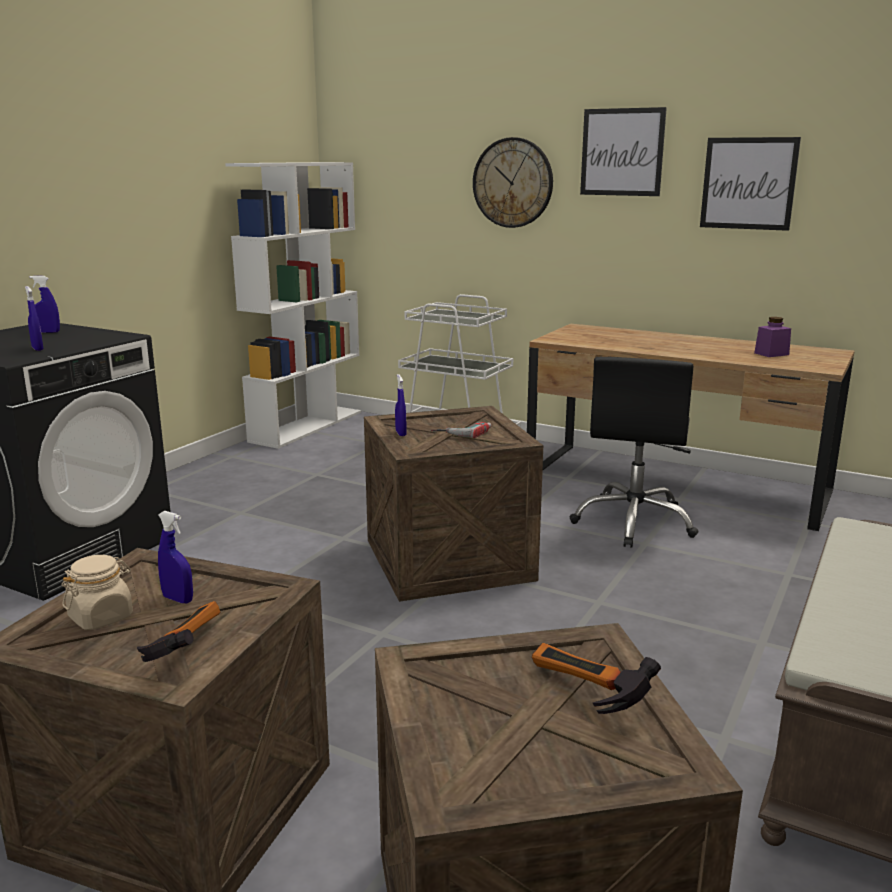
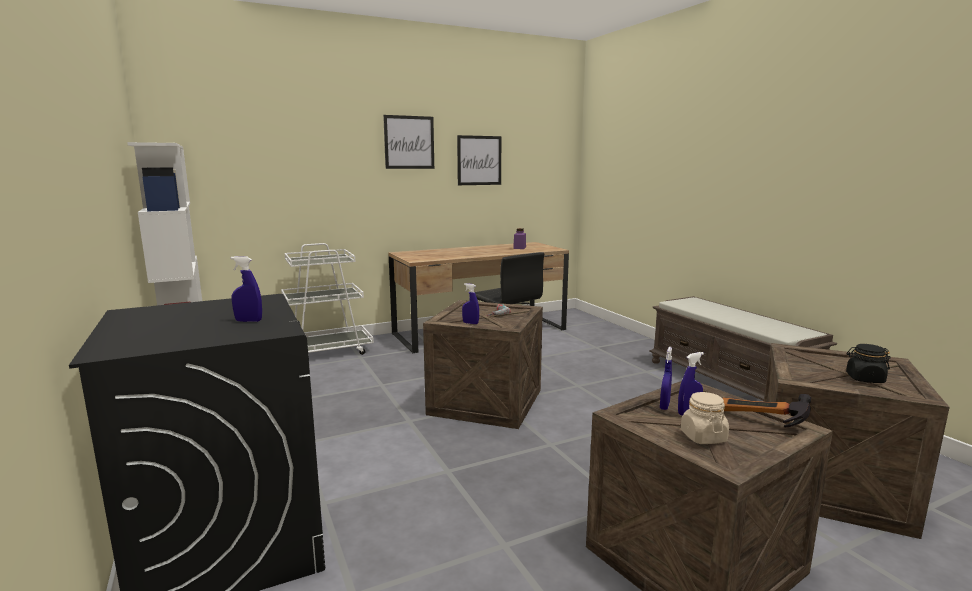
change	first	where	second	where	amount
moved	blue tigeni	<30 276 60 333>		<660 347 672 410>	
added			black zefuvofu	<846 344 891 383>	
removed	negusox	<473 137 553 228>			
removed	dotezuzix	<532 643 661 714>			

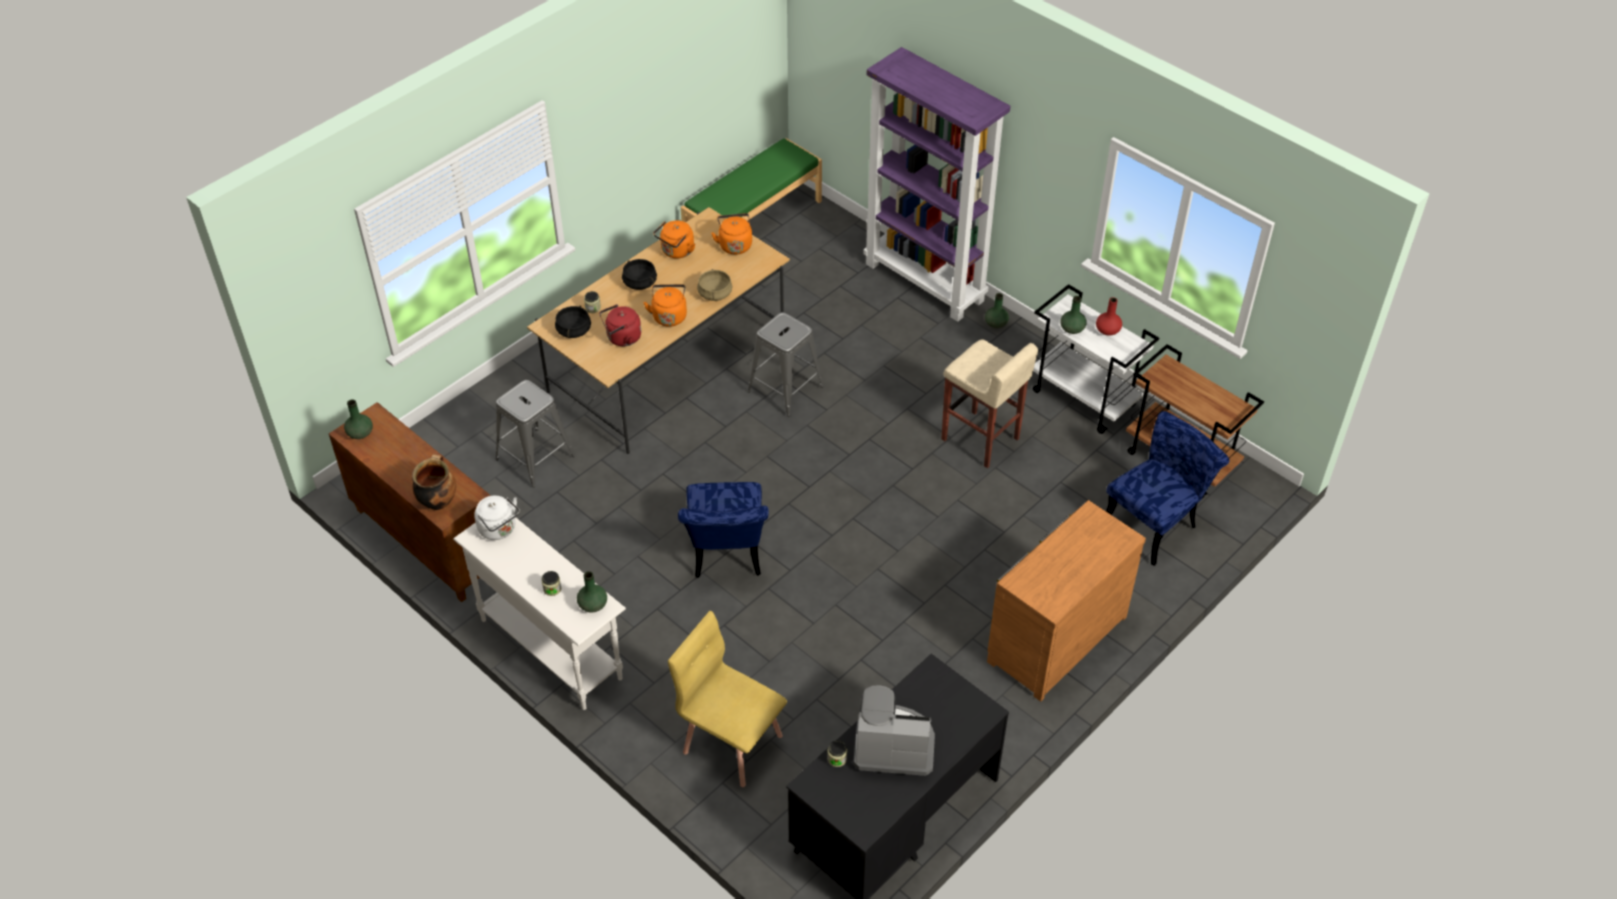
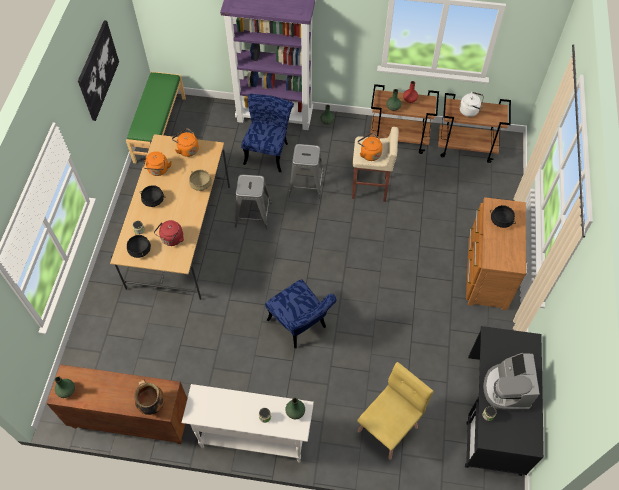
change	first	where	second	where	amount
added			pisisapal	<78 21 119 121>	
moved	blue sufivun	<1106 411 1230 566>		<241 94 294 172>	
moved	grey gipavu	<495 380 575 488>		<289 144 324 199>	
turned	yellow sufivun	<668 611 787 787>		<357 362 434 460>	135 degrees clockwise
moved	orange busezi	<643 284 687 327>		<358 133 382 161>	
recoloured	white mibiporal	<1033 284 1159 434>	brown mibiporal	<370 84 439 154>	
moved	white busezi	<474 496 520 540>		<459 92 484 117>	
turned	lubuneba	<853 685 935 776>		<483 353 540 410>	60 degrees counterclockwise
added			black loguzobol	<490 205 516 228>	

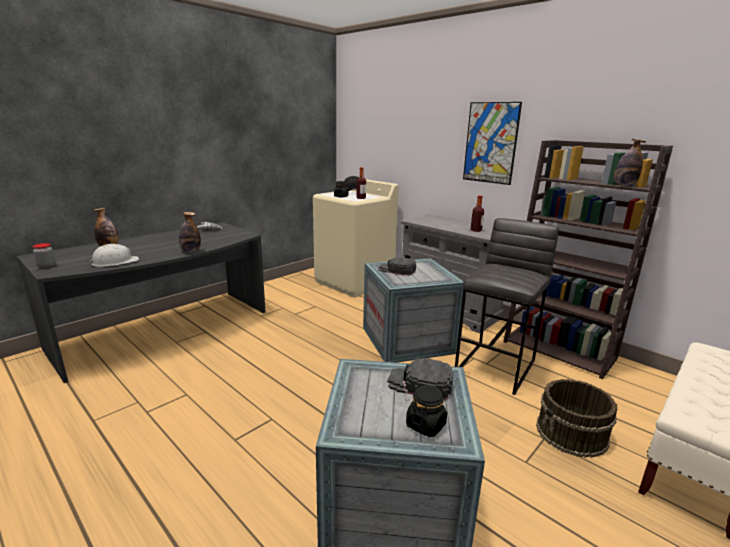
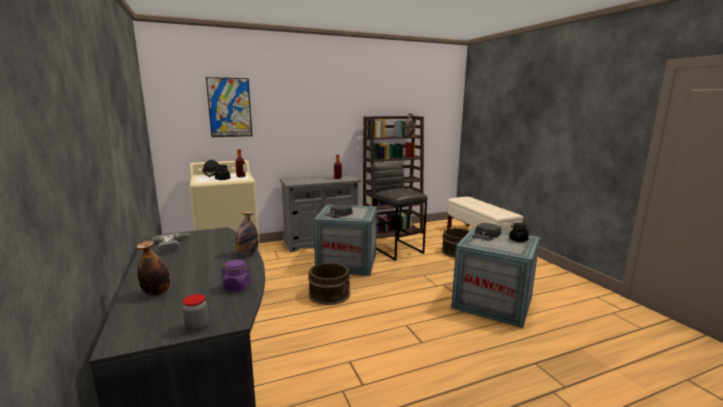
change	first	where	second	where	amount
moved	pisisapal	<463 102 522 185>		<206 77 252 137>	
replaced	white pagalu	<88 244 139 267>	purple zefuvofu	<222 259 251 291>	
added			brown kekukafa	<308 263 350 305>	

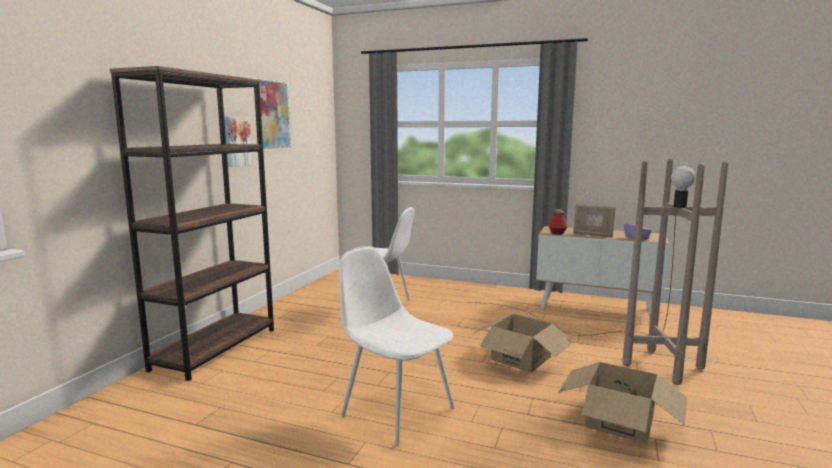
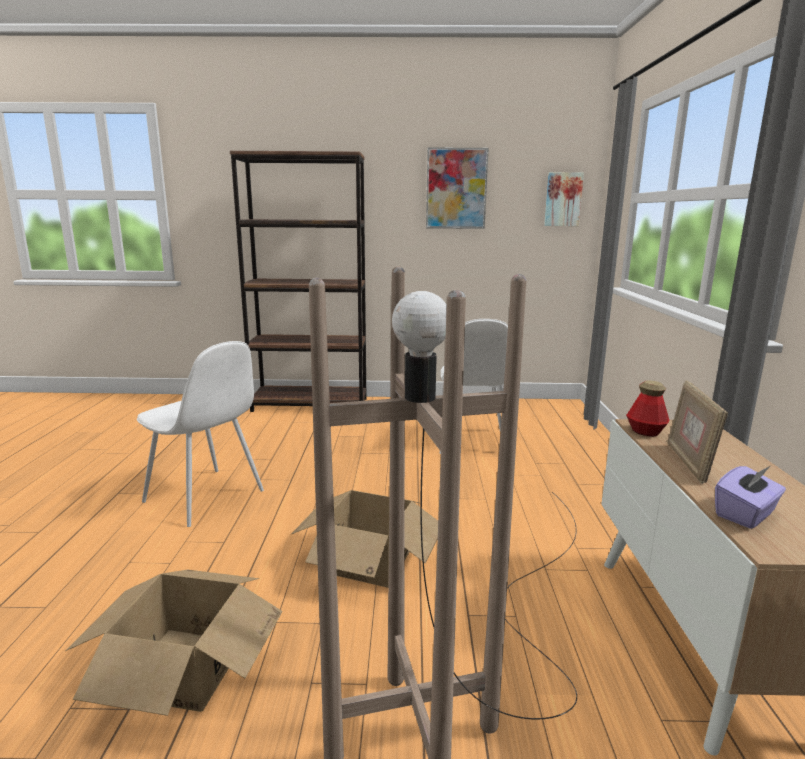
change	first	where	second	where	amount
turned	white sufivun	<339 246 454 447>		<137 341 264 527>	105 degrees clockwise
moved	pisisapal	<224 116 253 167>		<544 172 584 226>	

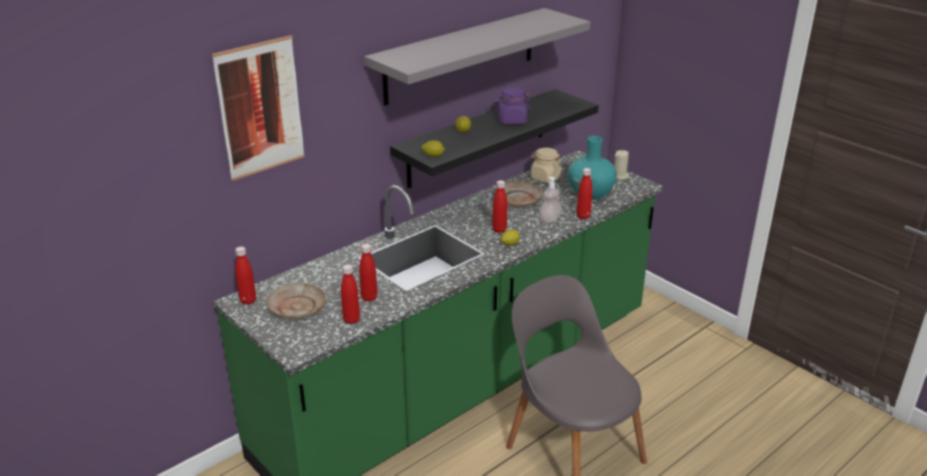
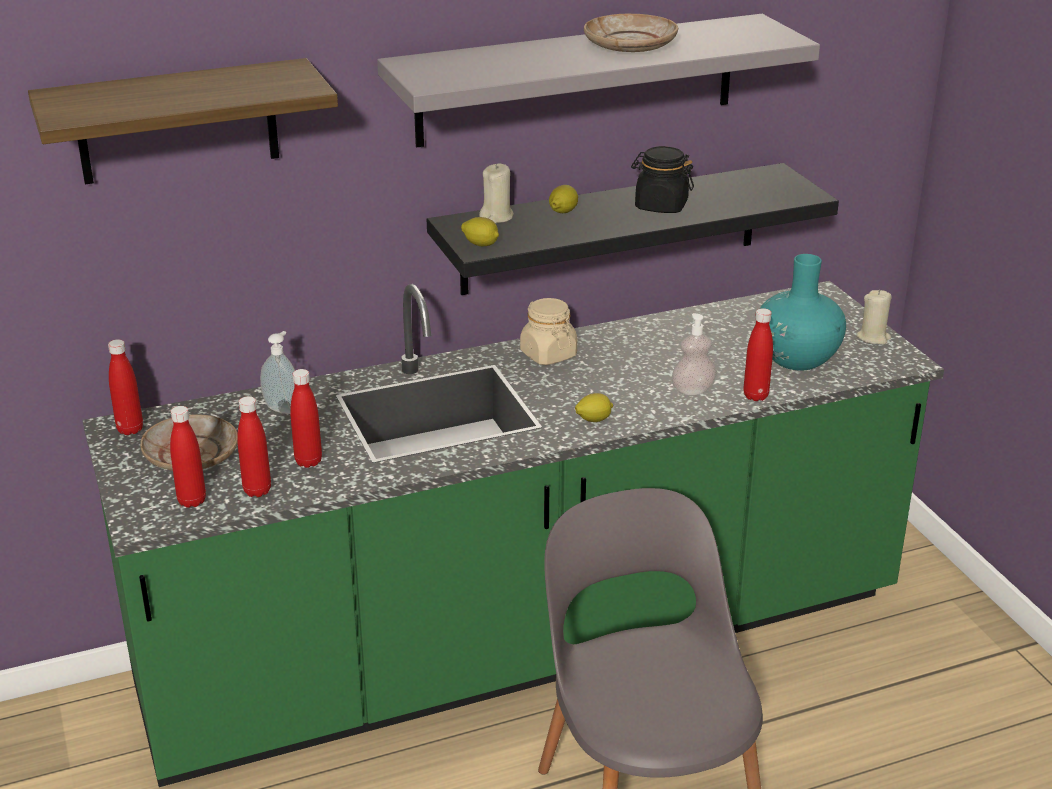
change	first	where	second	where	amount
replaced	pisisapal	<212 35 305 181>	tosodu	<28 58 338 184>	
moved	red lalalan	<492 180 507 233>		<170 406 206 508>	
added			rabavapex	<260 331 295 414>	
added			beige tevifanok	<479 163 514 223>	
moved	beige zefuvofu	<531 148 561 183>		<520 298 577 365>	
moved	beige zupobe	<495 181 543 207>		<584 14 678 52>	
recoloured	purple zefuvofu	<495 87 530 124>	black zefuvofu	<631 146 694 213>	

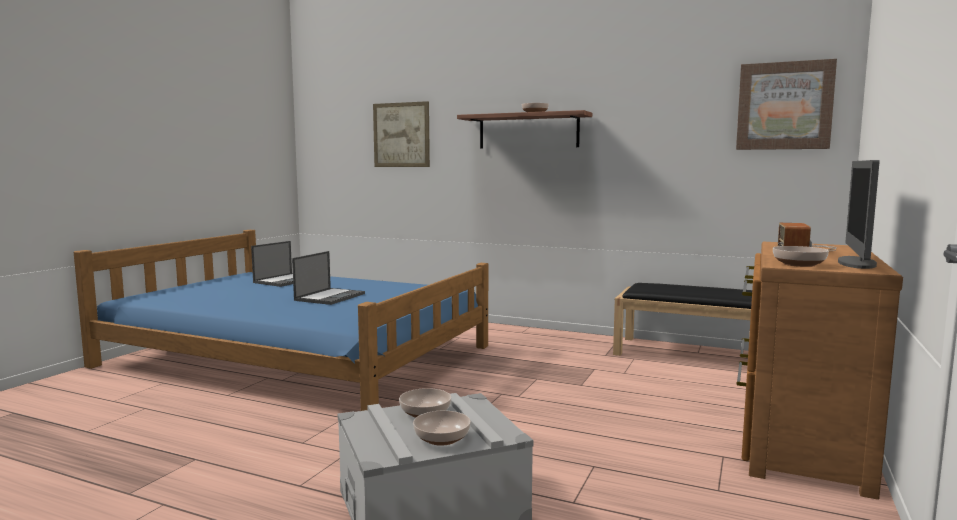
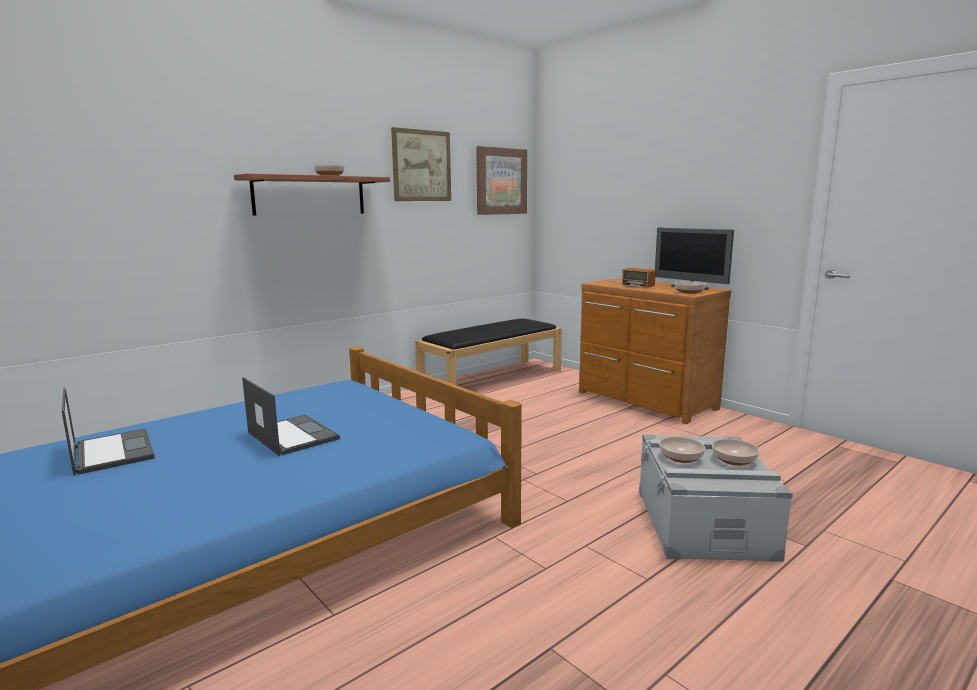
change	first	where	second	where	amount
moved	pisisapal	<373 101 430 167>		<391 127 451 201>	

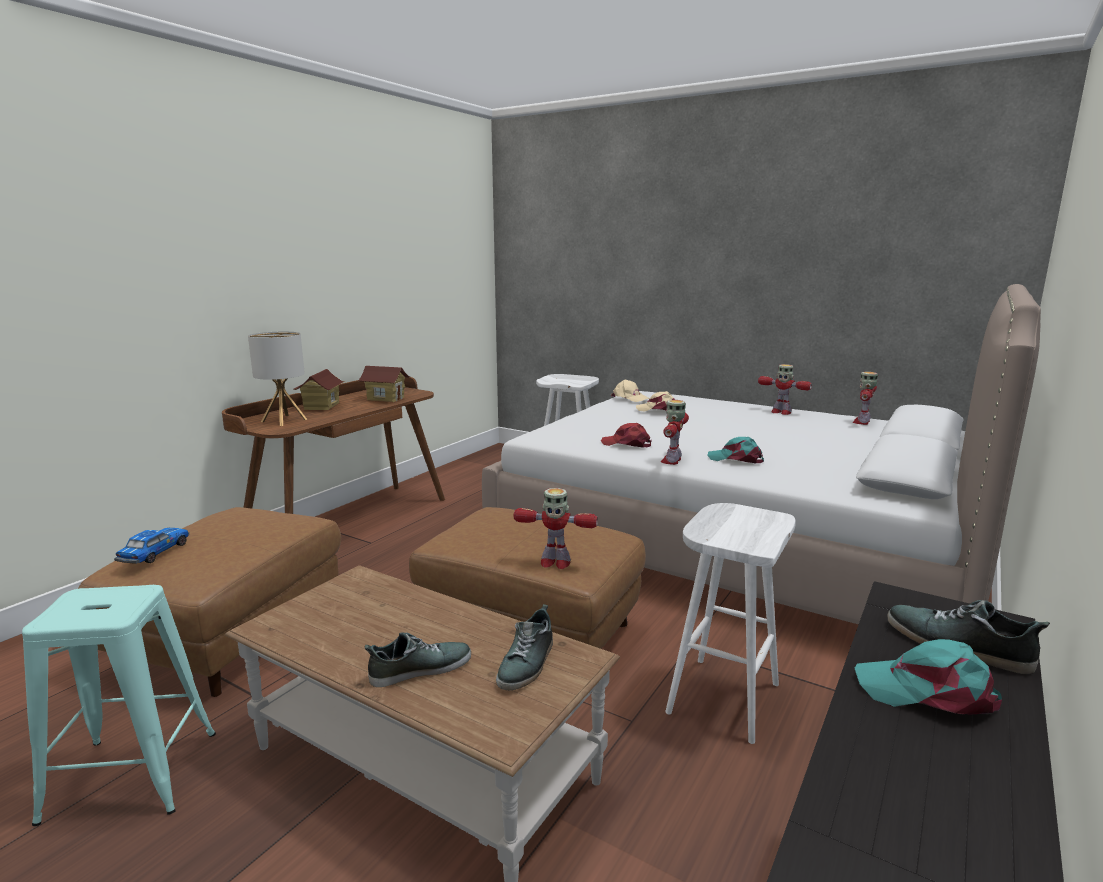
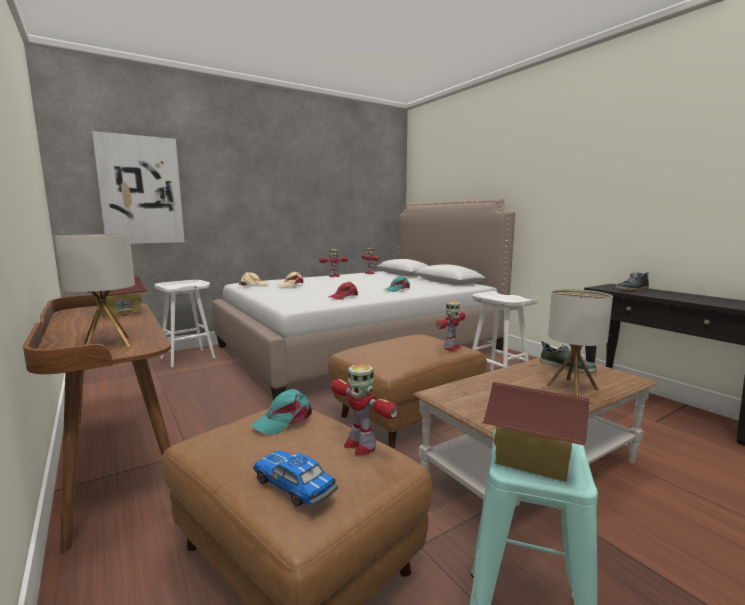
change	first	where	second	where	amount
added			pisisapal	<92 131 185 244>	
moved	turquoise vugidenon	<855 639 1002 715>		<251 389 312 435>	
moved	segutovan	<661 400 689 465>		<331 364 398 455>	
moved	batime	<294 369 345 410>		<482 382 589 482>	
replaced	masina	<365 632 471 687>	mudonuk	<546 289 613 397>	

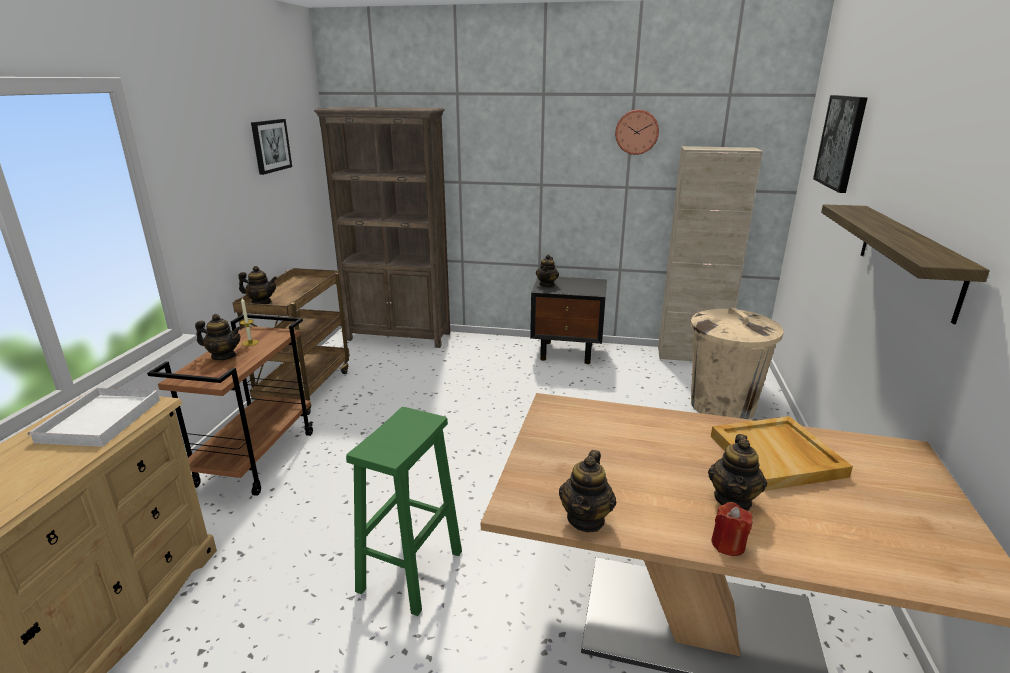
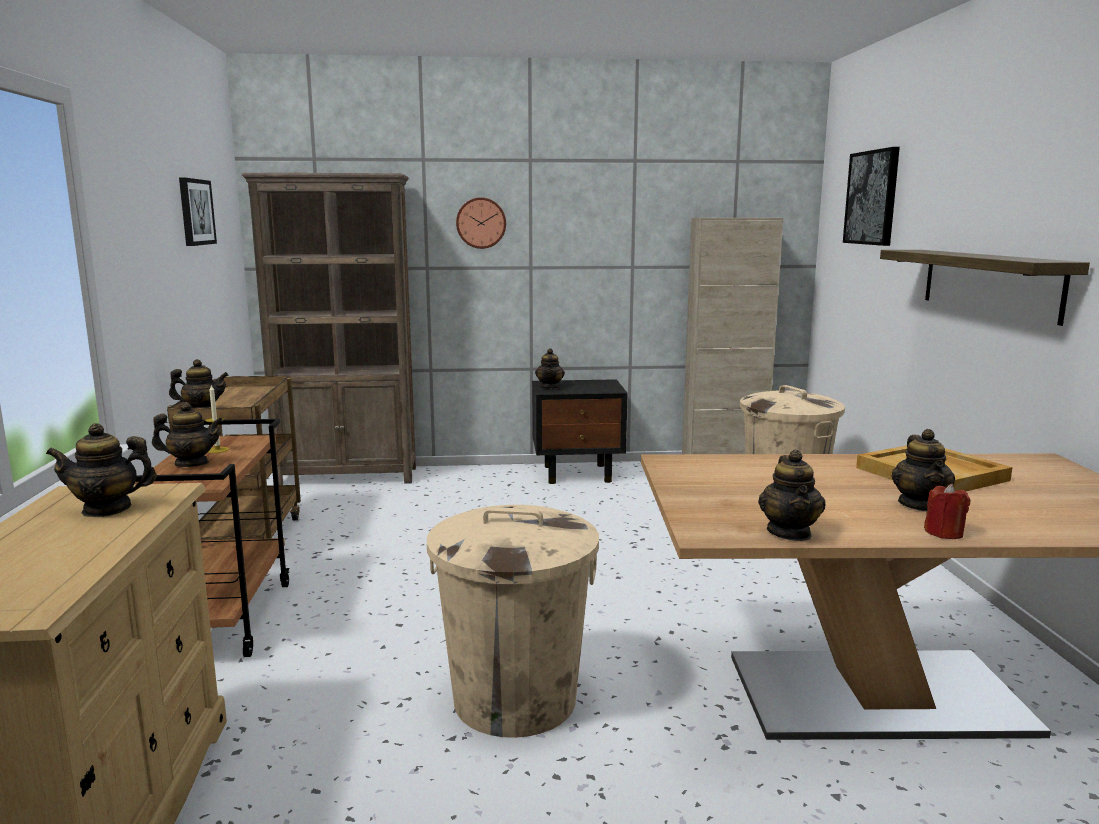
change	first	where	second	where	amount
replaced	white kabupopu	<28 388 160 447>	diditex	<46 423 157 517>	
replaced	green gipavu	<346 407 462 616>	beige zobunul	<427 505 599 738>	
moved	negusox	<615 110 659 155>		<456 197 506 249>	

